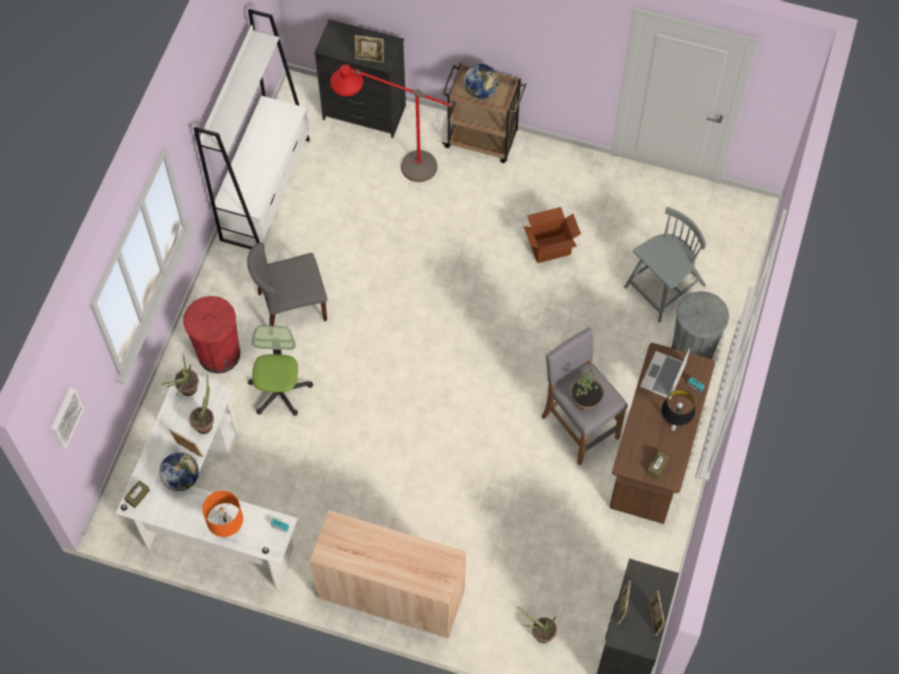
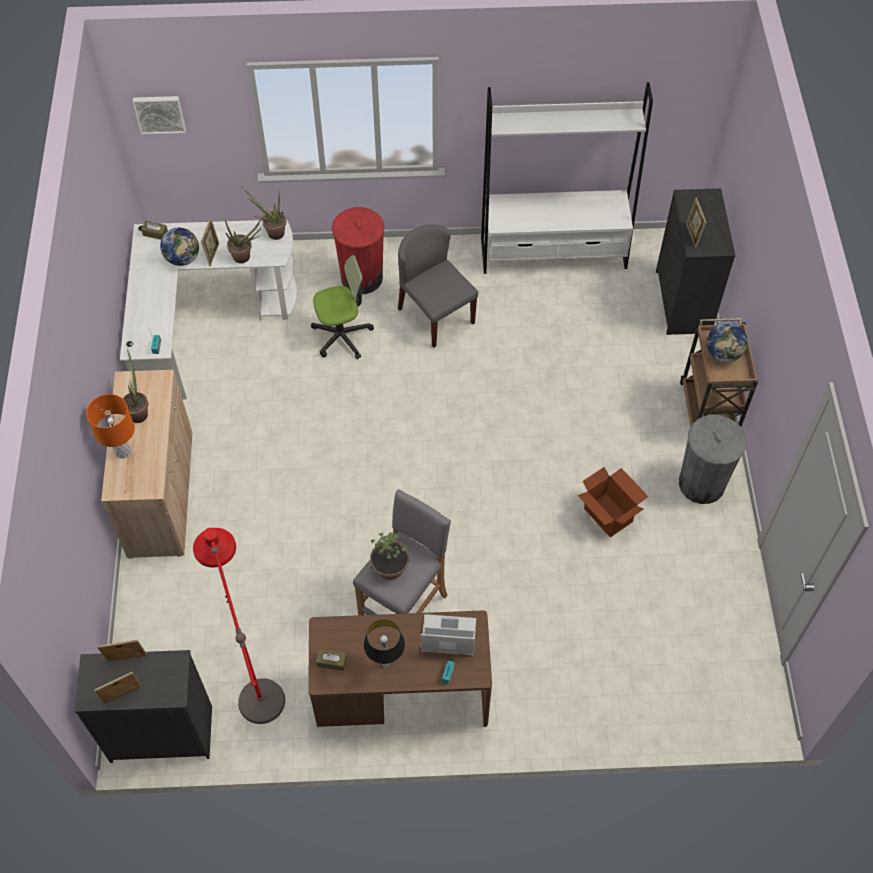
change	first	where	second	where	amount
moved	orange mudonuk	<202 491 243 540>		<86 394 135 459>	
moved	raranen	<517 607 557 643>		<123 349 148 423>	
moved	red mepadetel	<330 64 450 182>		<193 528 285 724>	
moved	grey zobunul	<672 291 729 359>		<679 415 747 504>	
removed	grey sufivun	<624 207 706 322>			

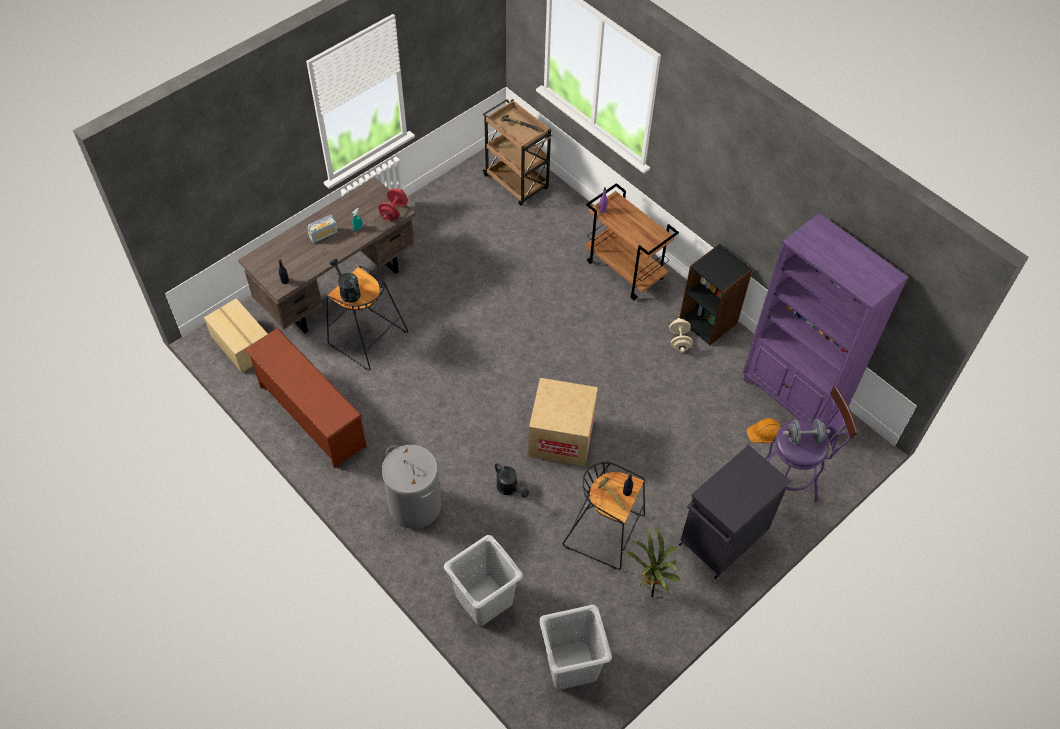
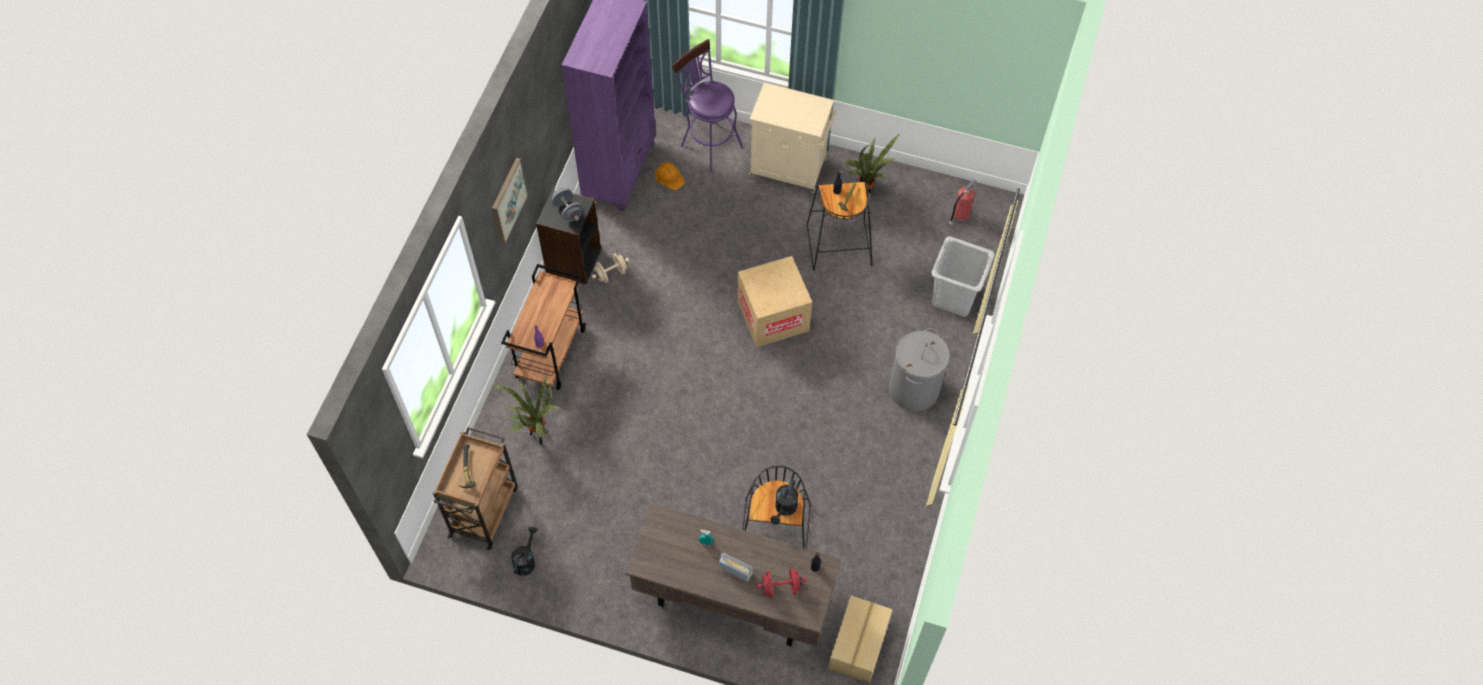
change	first	where	second	where	amount
added			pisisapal	<492 158 528 245>	
added			raranen	<494 374 563 445>	
moved	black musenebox	<495 463 529 498>		<511 527 538 576>	
moved	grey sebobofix	<783 419 830 445>		<551 188 583 221>	
recoloured	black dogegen	<679 445 791 579>	beige dogegen	<748 82 836 193>	
moved	red sebobofix	<378 189 408 220>		<756 568 806 598>	
replaced	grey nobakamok	<539 605 612 690>	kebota	<949 179 976 225>	
removed	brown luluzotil	<244 328 367 468>			

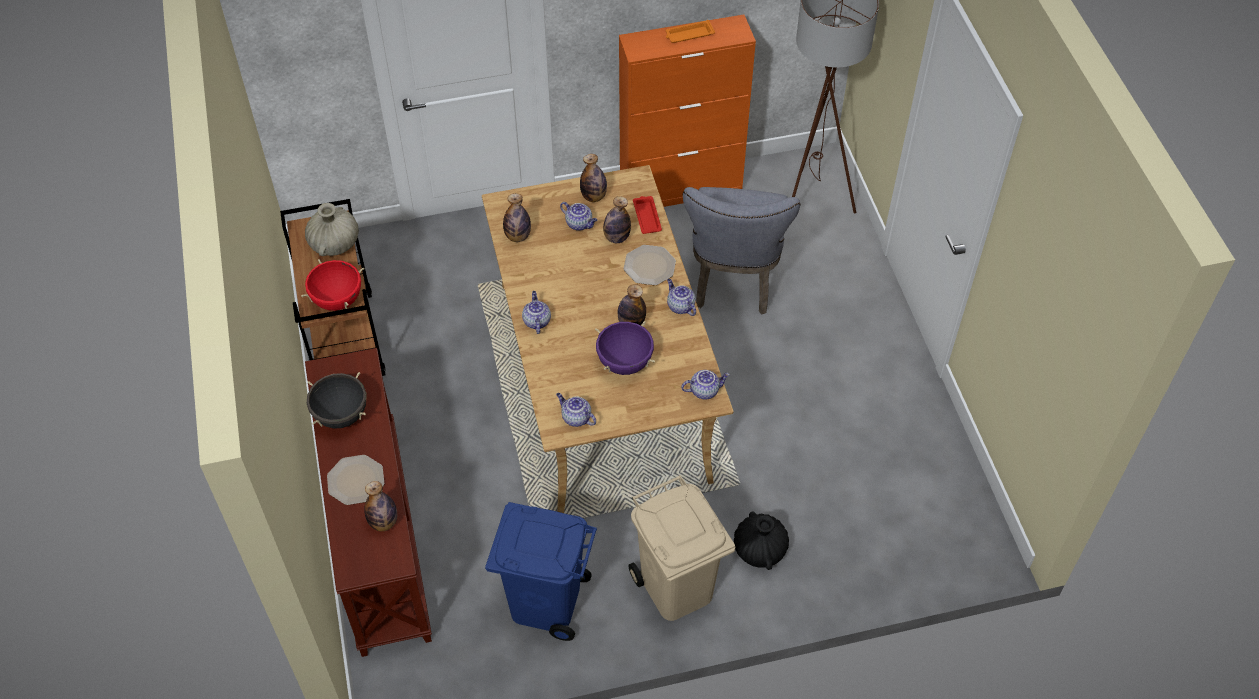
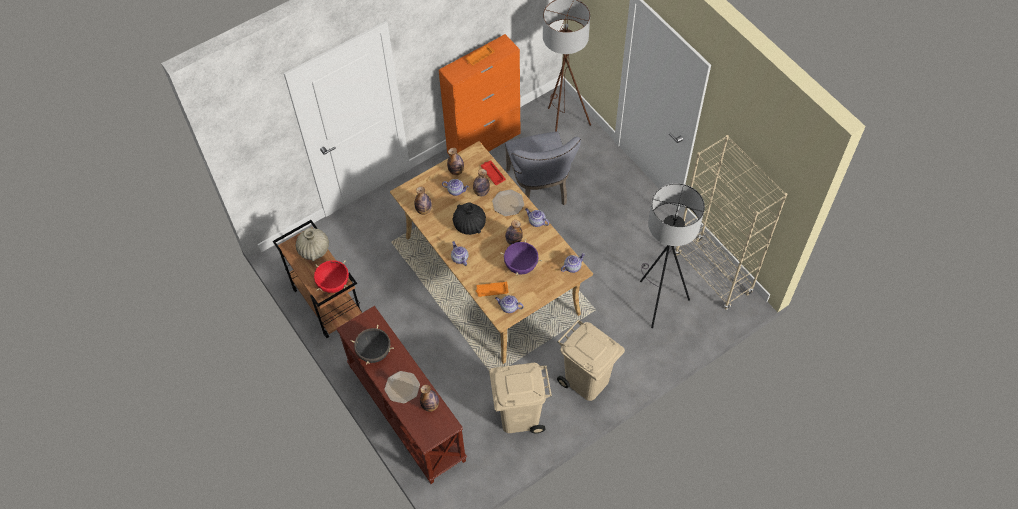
change	first	where	second	where	amount
moved	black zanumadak	<734 511 789 570>		<453 202 486 235>	
added			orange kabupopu	<476 282 509 297>	
recoloured	blue zobunul	<485 502 597 641>	beige zobunul	<489 363 552 433>	
added			grey mepadetel	<640 183 705 328>	
added			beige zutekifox	<675 135 787 310>	

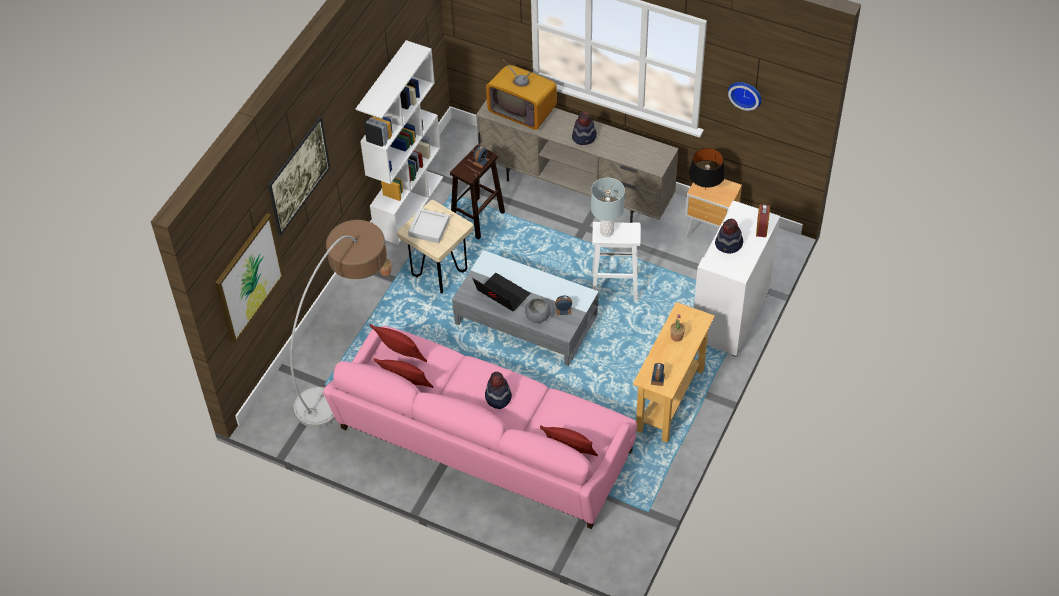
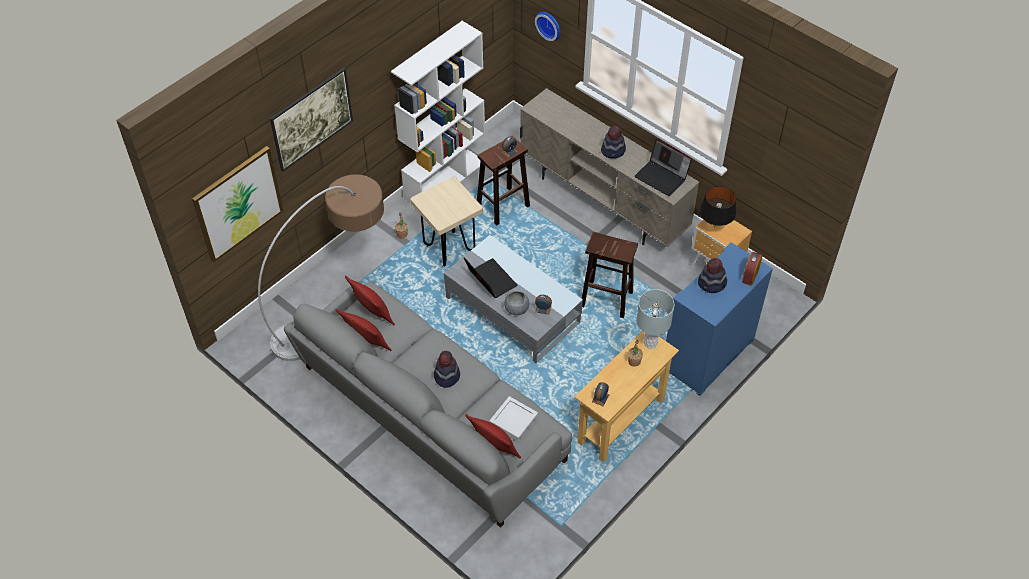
change	first	where	second	where	amount
recoloured	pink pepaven	<323 325 637 529>	grey pepaven	<284 281 572 528>	
moved	grey kabupopu	<408 208 450 243>		<489 396 538 442>	
moved	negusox	<728 82 761 111>		<535 12 560 41>	
recoloured	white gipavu	<592 222 640 301>	brown gipavu	<582 232 638 318>	
added			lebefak	<635 139 692 196>	
moved	grey mudonuk	<591 178 625 237>		<636 289 675 349>	
recoloured	white dogegen	<694 201 780 357>	blue dogegen	<666 243 773 396>	
removed	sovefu	<486 60 557 130>			

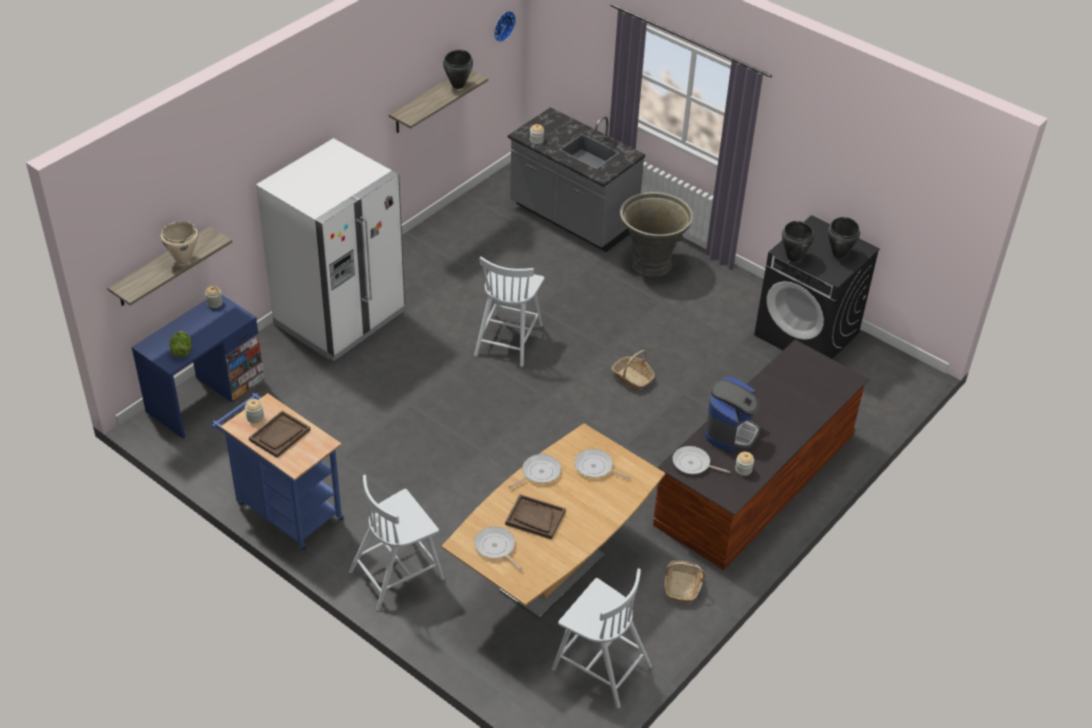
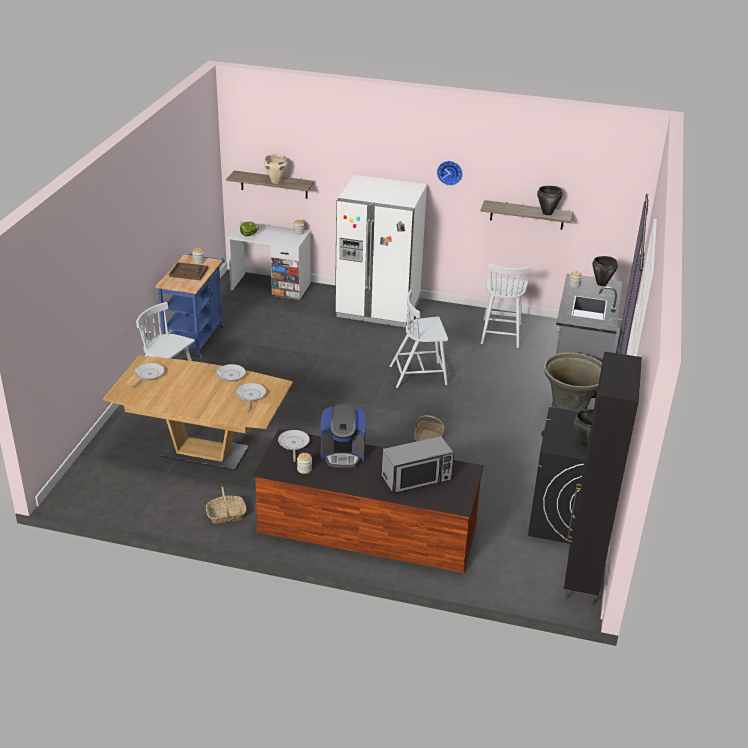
change	first	where	second	where	amount
recoloured	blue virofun	<131 295 265 439>	white virofun	<228 221 310 300>	
added			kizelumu	<382 436 454 493>	
moved	negusox	<494 11 516 42>		<437 161 463 186>	
moved	white sufivun	<552 568 652 708>		<481 263 530 348>	
added			black dogegen	<564 351 642 606>	
moved	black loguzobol	<782 221 814 262>		<592 256 618 286>	
removed	brown kabupopu	<505 494 566 539>			

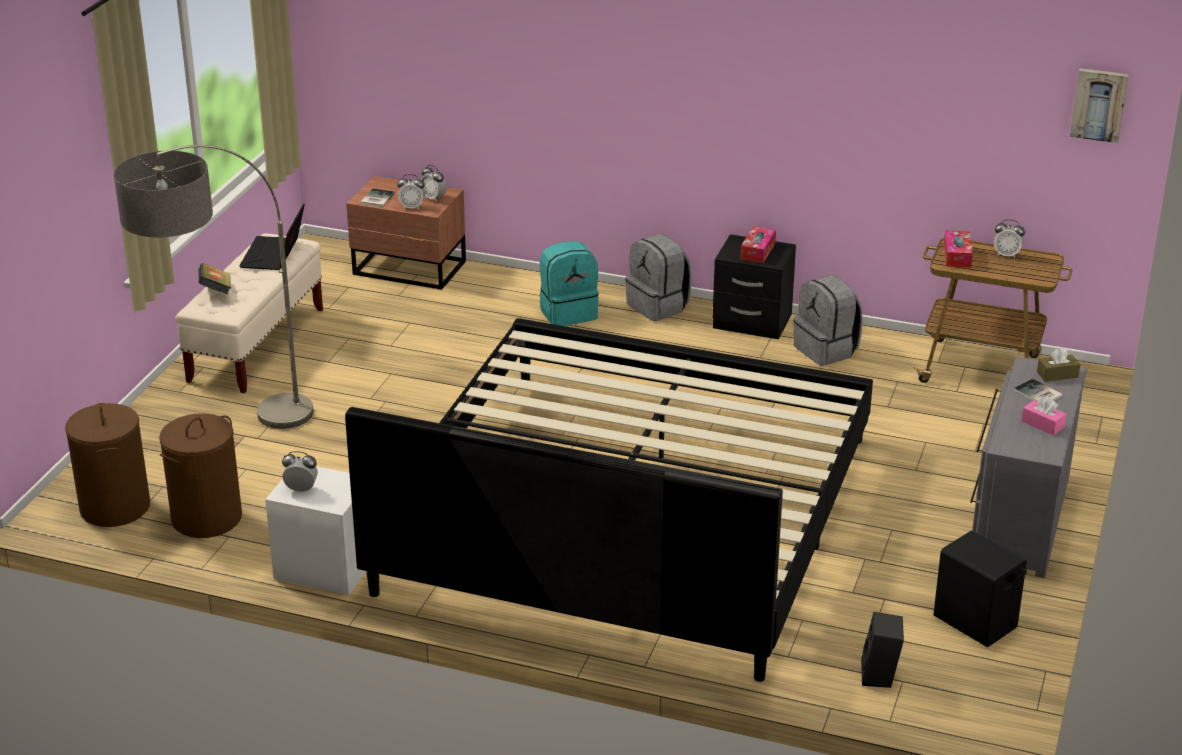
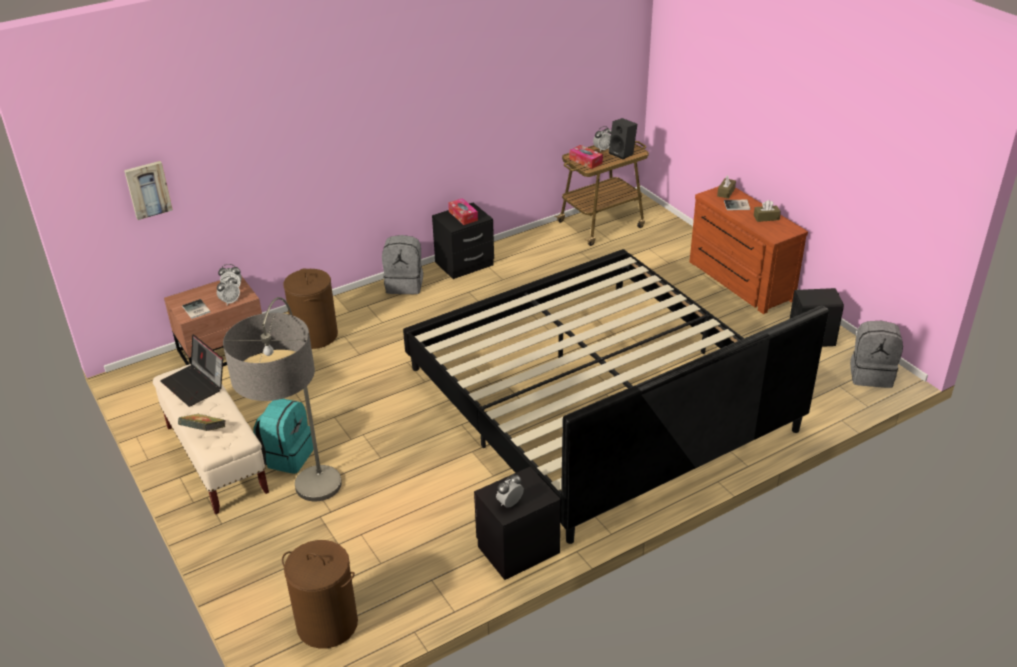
change	first	where	second	where	amount
moved	pisisapal	<1070 68 1129 143>		<124 161 173 220>	
moved	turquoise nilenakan	<540 241 599 326>		<253 399 313 474>	
moved	brown nobakamok	<159 413 242 538>		<284 268 338 349>	
recoloured	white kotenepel	<265 466 366 595>	black kotenepel	<474 466 561 580>	
moved	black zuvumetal	<861 612 904 688>		<609 118 637 159>	
recoloured	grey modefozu	<970 357 1087 578>	brown modefozu	<690 186 808 314>	
recoloured	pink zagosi	<1021 396 1067 435>	brown zagosi	<754 200 781 222>	
moved	grey nilenakan	<793 275 863 366>		<850 321 903 388>	

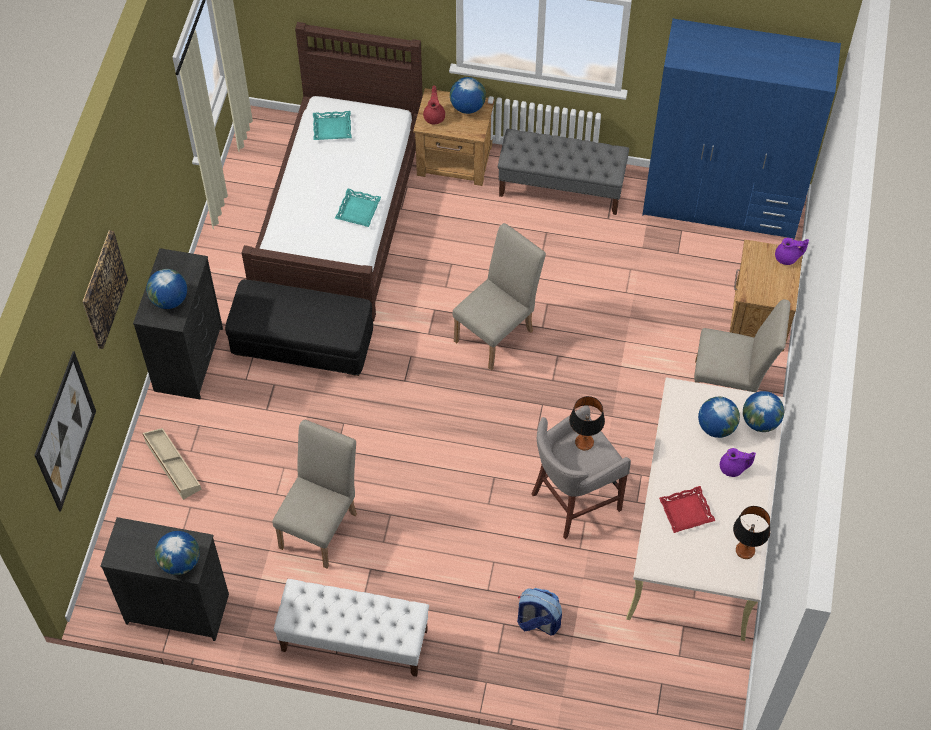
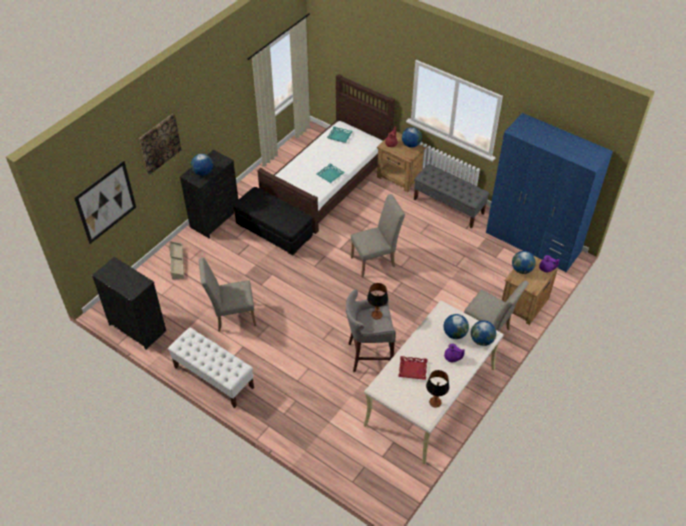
change	first	where	second	where	amount
turned	beige sufivun	<272 420 357 568>		<199 258 256 332>	150 degrees counterclockwise
moved	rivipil	<155 531 200 575>		<512 251 536 274>	
removed	nilenakan	<517 588 562 636>			

